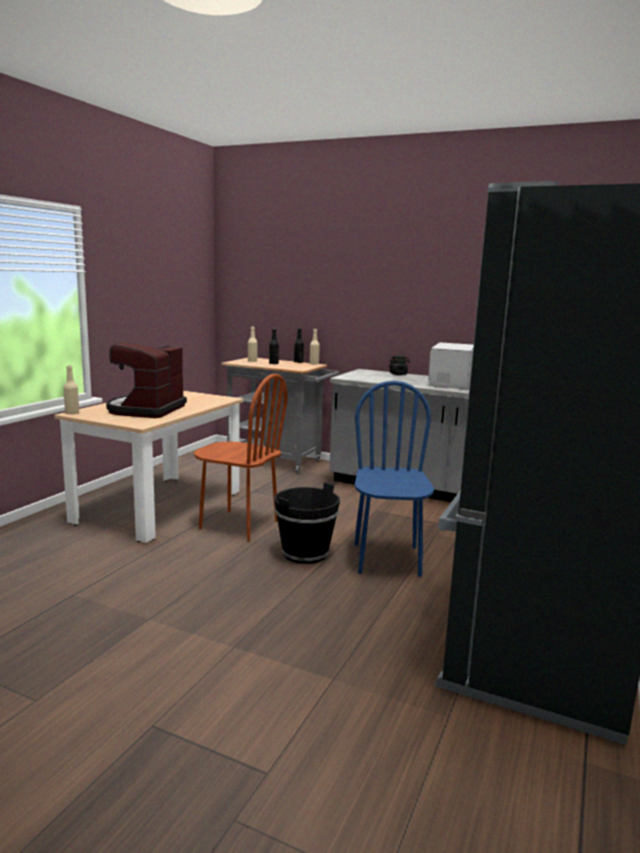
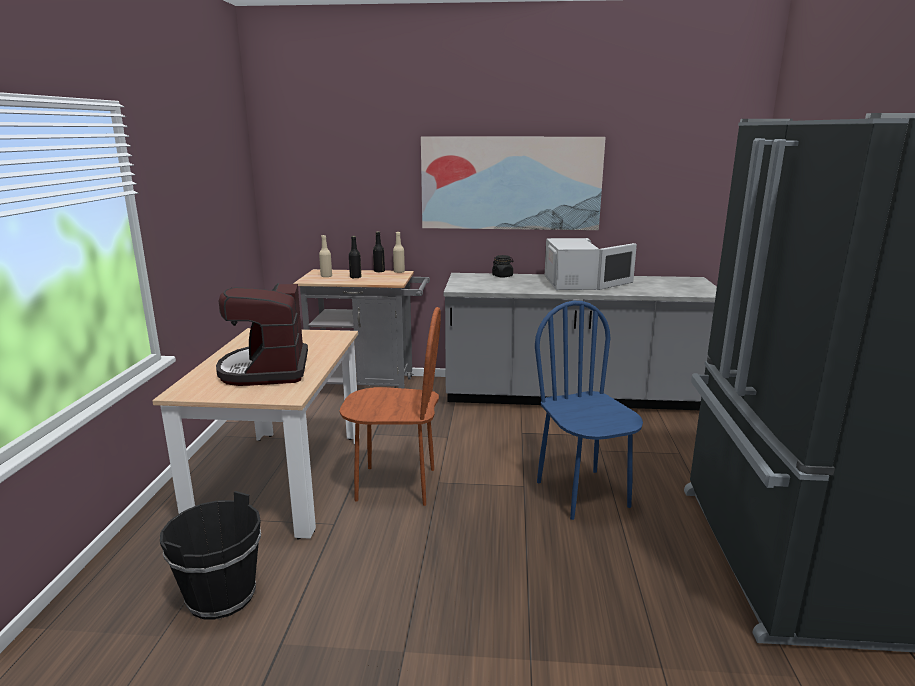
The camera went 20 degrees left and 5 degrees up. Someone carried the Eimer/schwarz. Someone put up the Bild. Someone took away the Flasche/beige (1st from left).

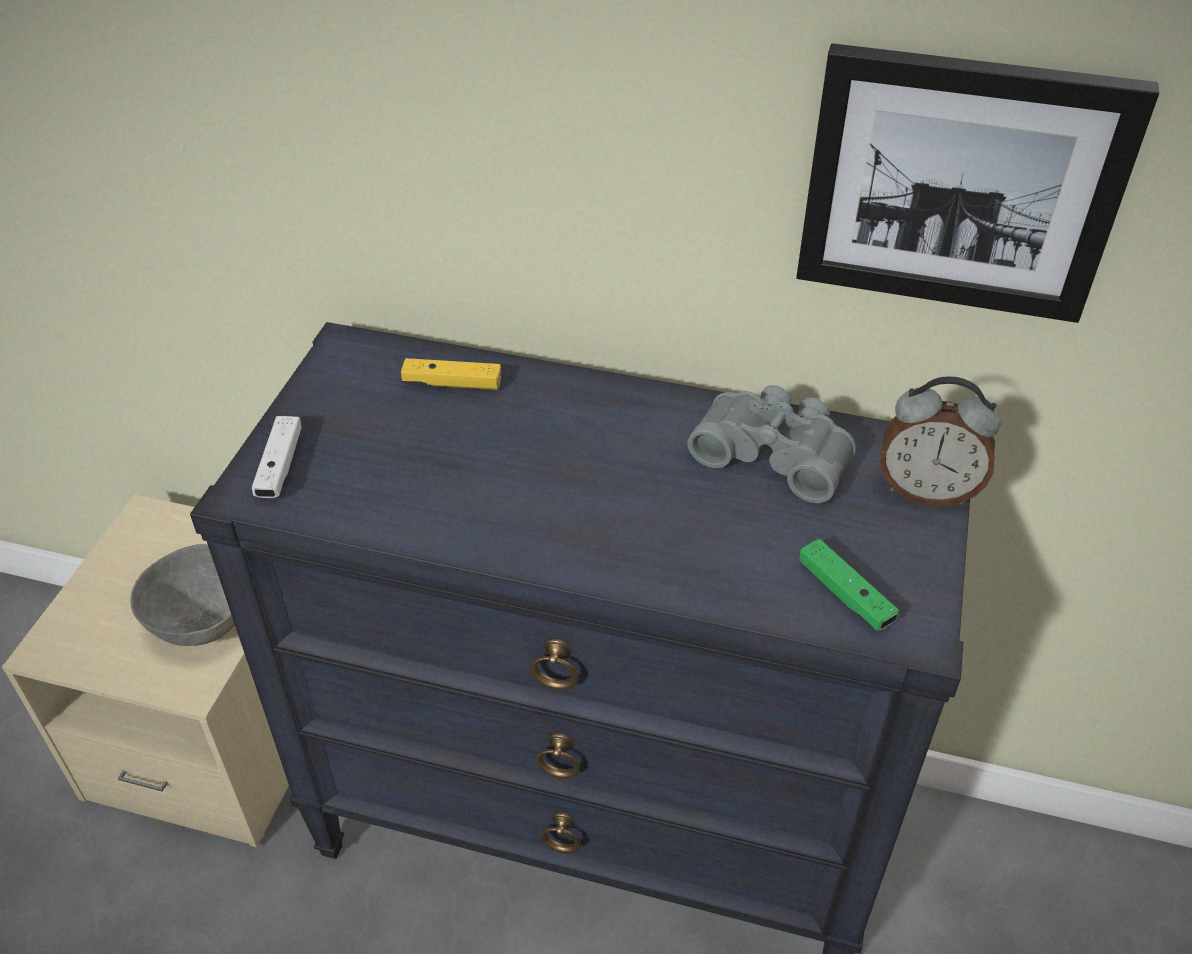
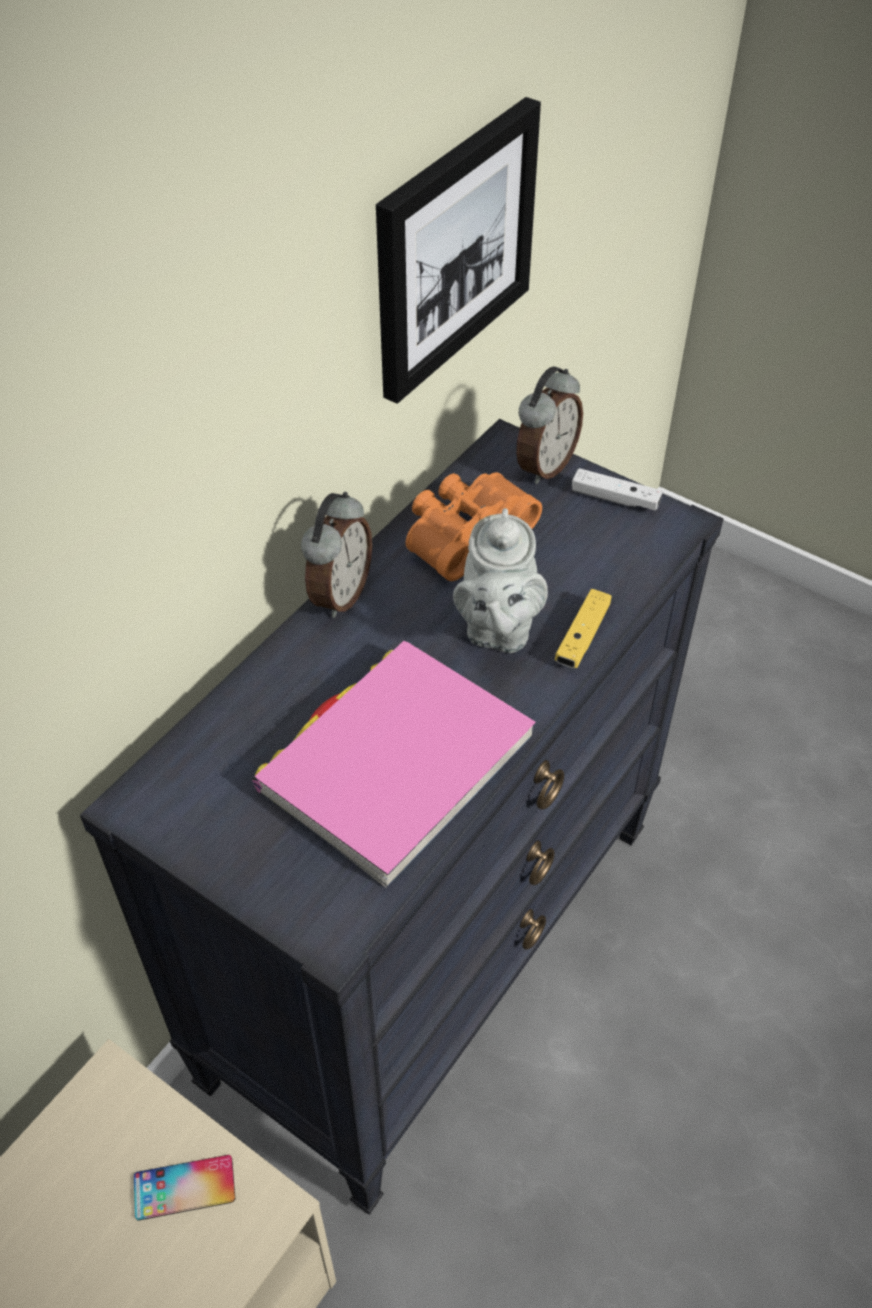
The camera went 70 degrees left and 5 degrees up. Someone swapped the Schüssel/grau for the Handy. Someone put down the Buch/rosa. Someone put down the Wecker (1st from left). Someone repainted the Fernglas/grau, which became the Fernglas/orange. Someone put down the Teekanne/grau. Someone carried the Gamepad/gelb. Someone carried the Gamepad/weiß. Someone took away the Gamepad/grün.

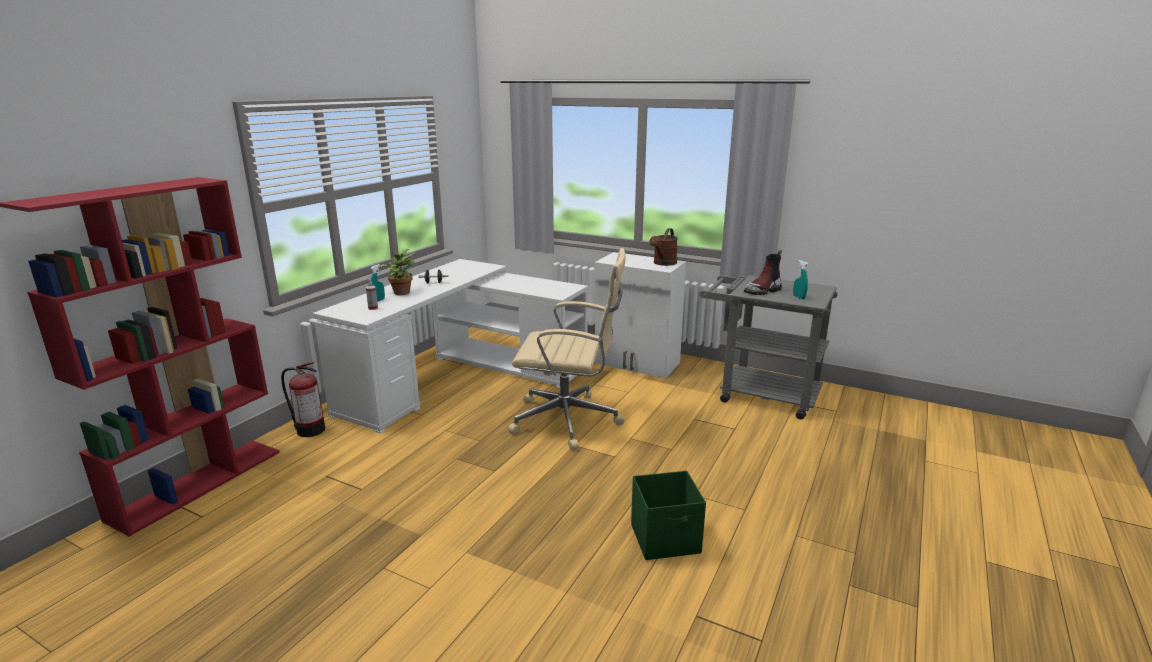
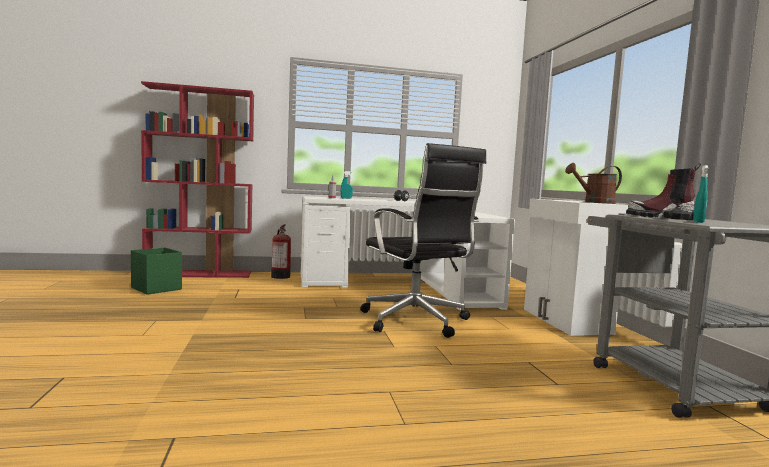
The camera went 50 degrees right and 15 degrees down. Someone carried the Aufbewahrungsbox/grün. Someone repainted the Bürostuhl/beige, which became the Bürostuhl/schwarz. Someone took away the Topfpflanze.

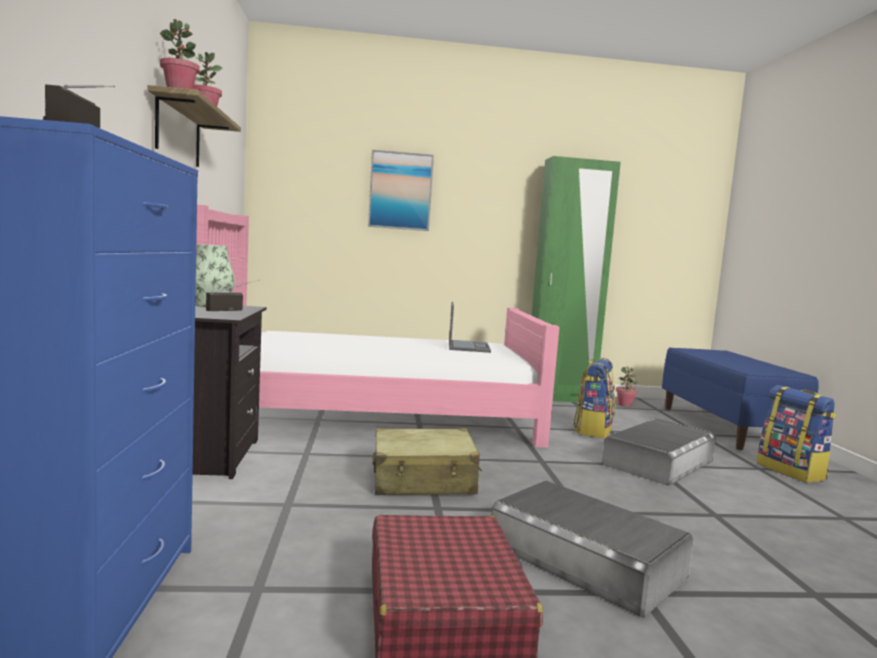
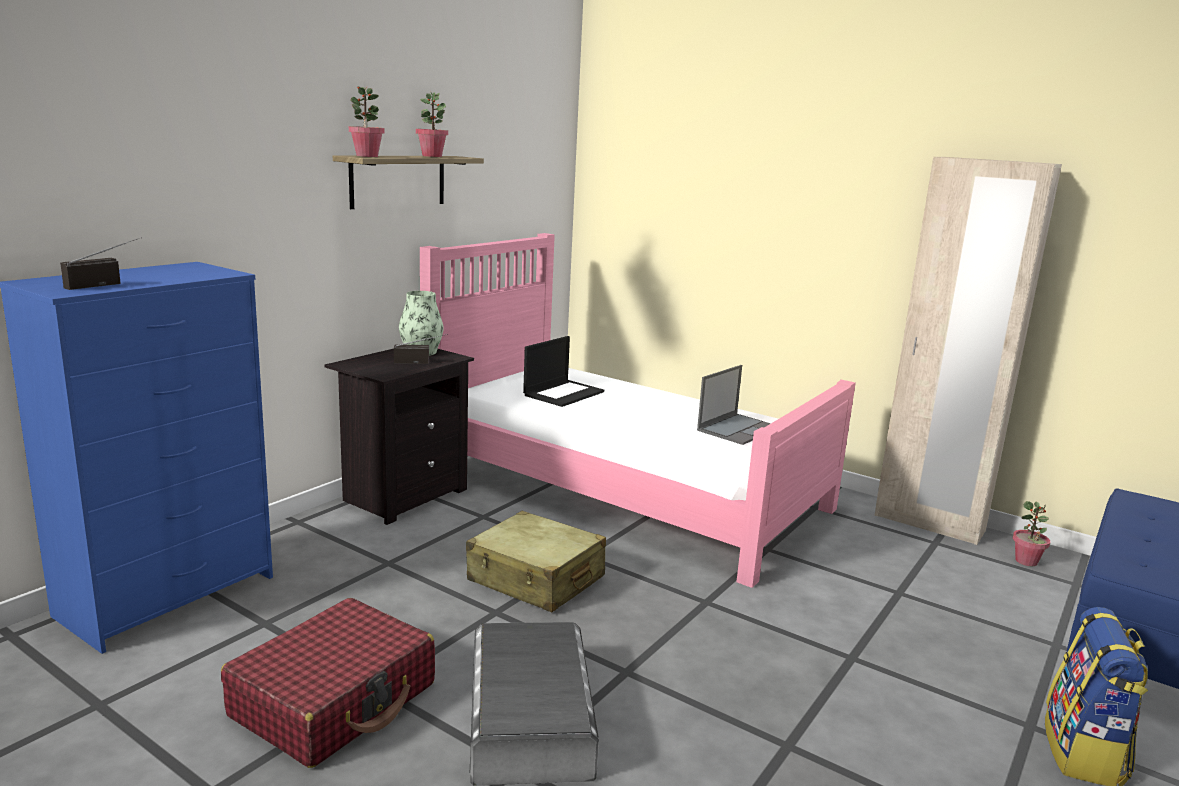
The camera went 40 degrees right and 10 degrees up. Someone put down the Laptop (1st from left). Someone repainted the Kleiderschrank/grün, which became the Kleiderschrank/beige. Someone took away the Bild. Someone took away the Rucksack (1st from left). Someone took away the Aufbewahrungsbox/grau (2nd from left).

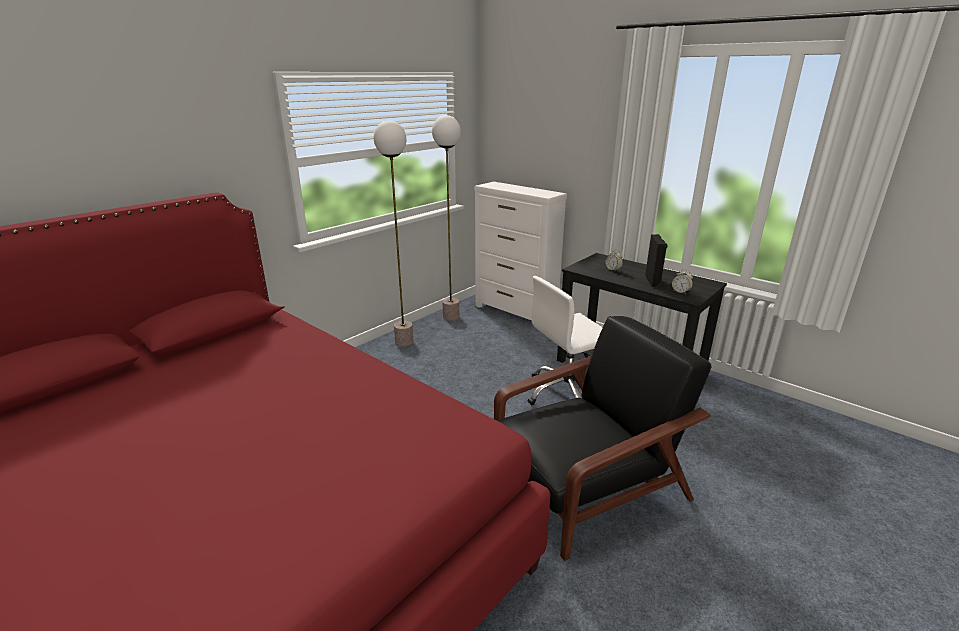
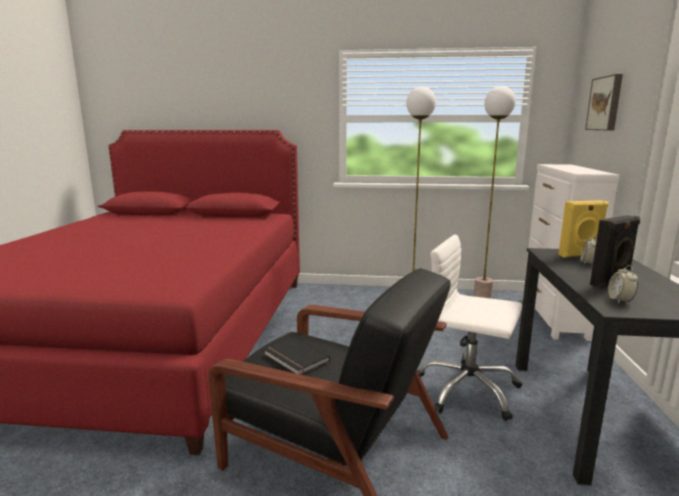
The camera went 55 degrees right and 10 degrees down. Someone put down the Buch/schwarz. Someone put down the Lautsprecher/gelb. Someone put up the Bild.

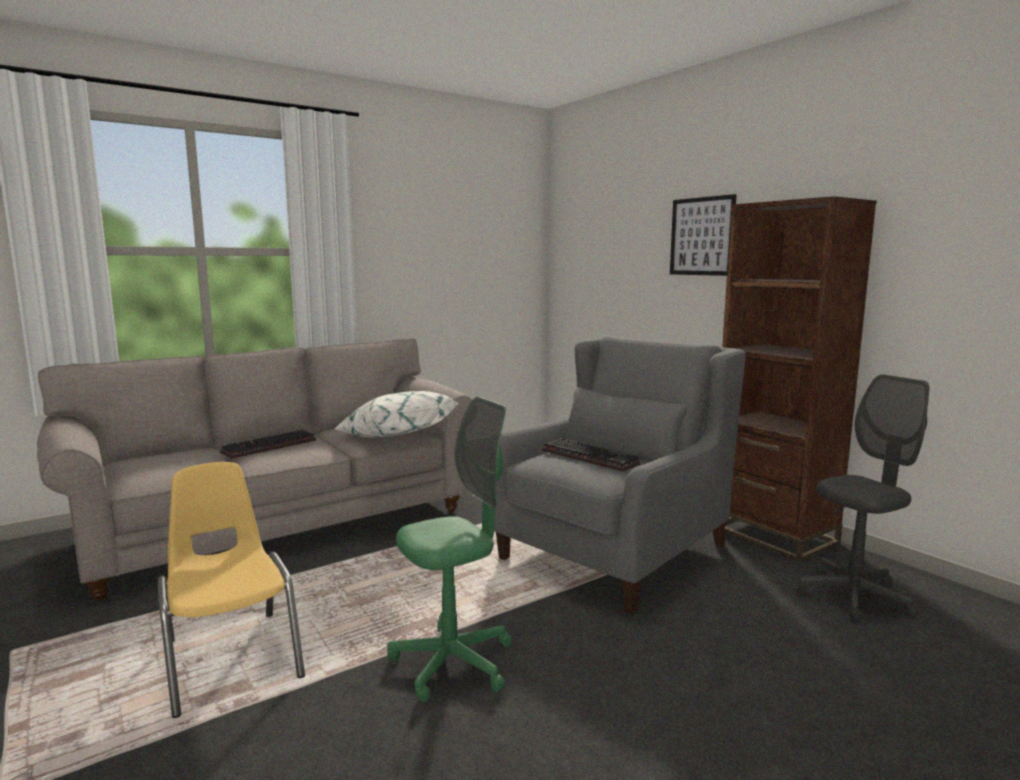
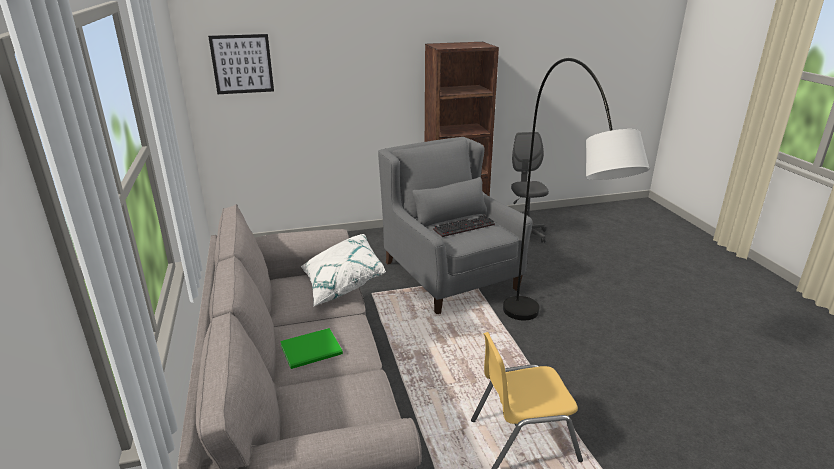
The camera went 70 degrees left and 15 degrees up. Someone carried the Bild. Someone swapped the Tastatur (1st from left) for the Buch/grün. Someone swapped the Bürostuhl/grün for the Stehlampe/grau.

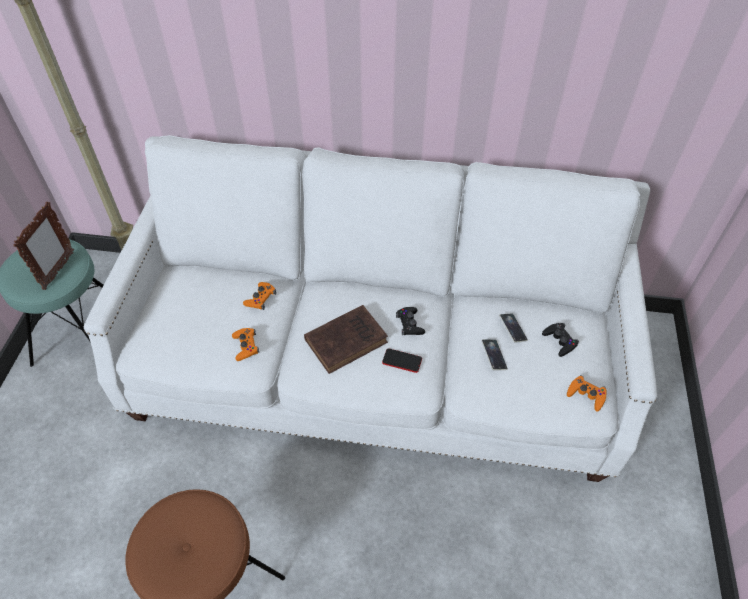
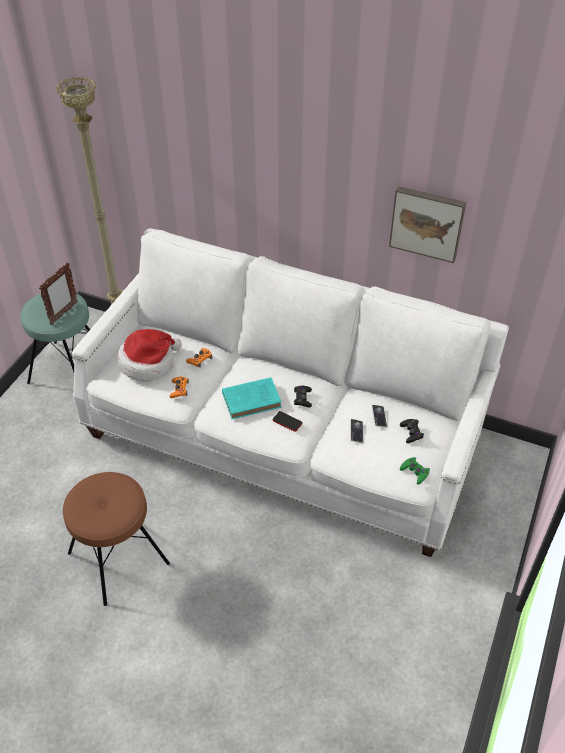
The camera went 15 degrees right and 5 degrees down. Someone put down the Hut. Someone repainted the Buch/braun, which became the Buch/türkis. Someone put up the Bild. Someone repainted the Gamepad/orange (3rd from left), which became the Gamepad/grün.

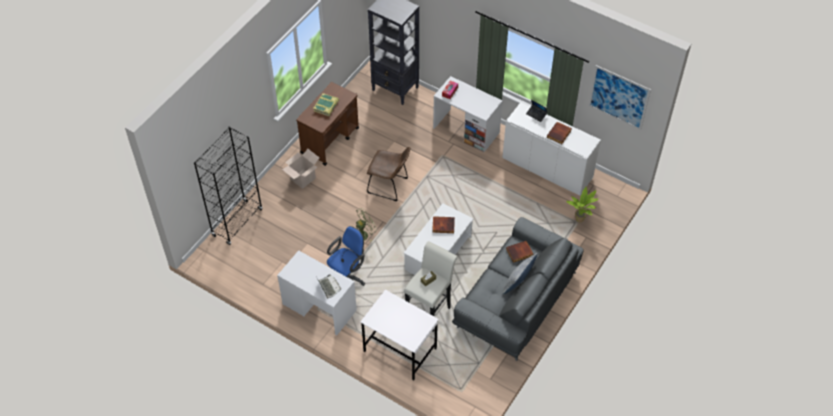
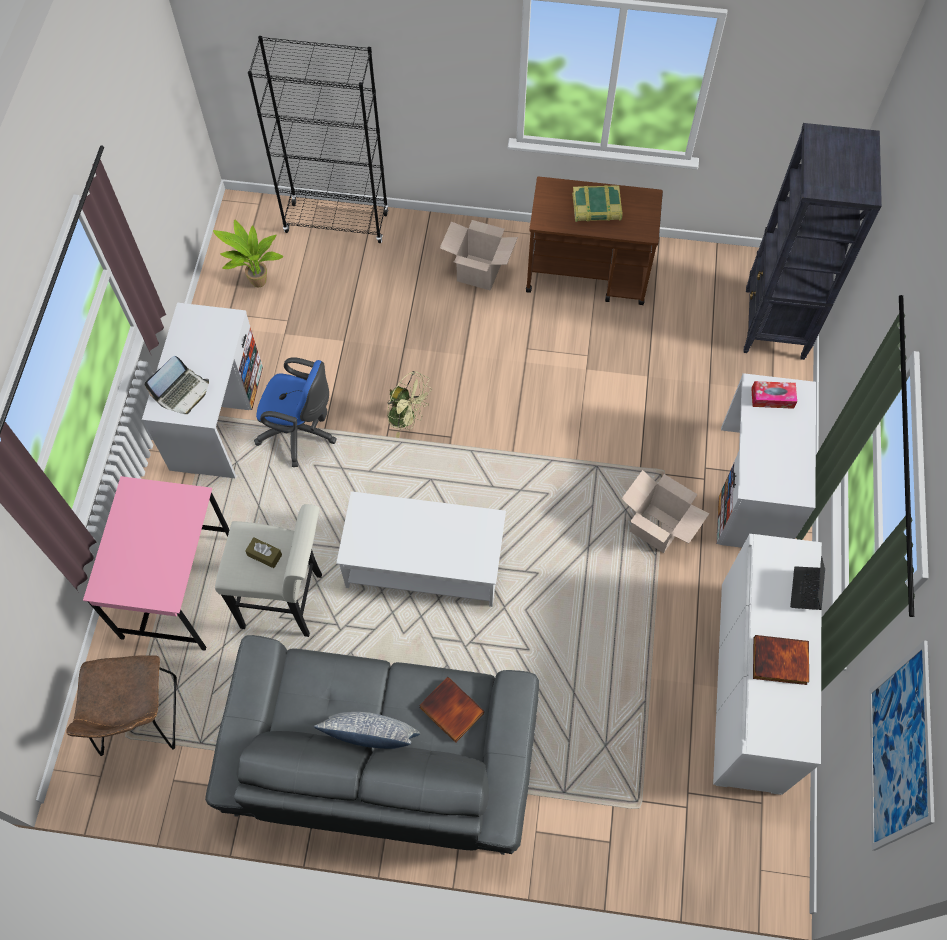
The camera went 65 degrees right and 10 degrees up. Someone carried the Stuhl/braun. Someone repainted the Schreibtisch/weiß (2nd from left), which became the Schreibtisch/rosa. Someone carried the Topfpflanze. Someone put down the Karton (2nd from left). Someone took away the Buch (2nd from left).

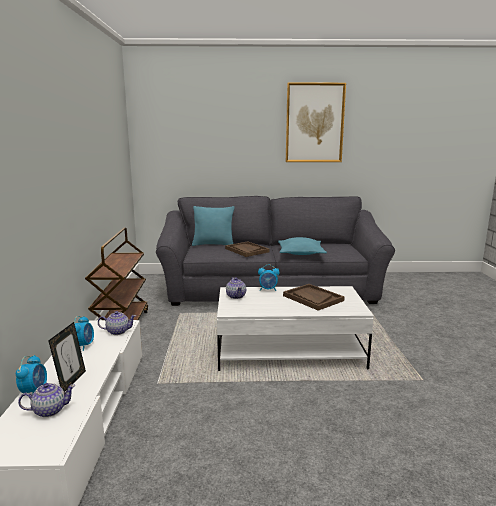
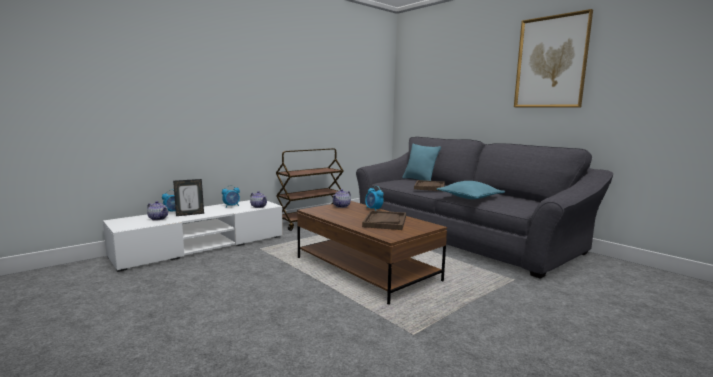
The camera went 50 degrees right and 5 degrees down. Someone repainted the Couchtisch/weiß, which became the Couchtisch/braun.

